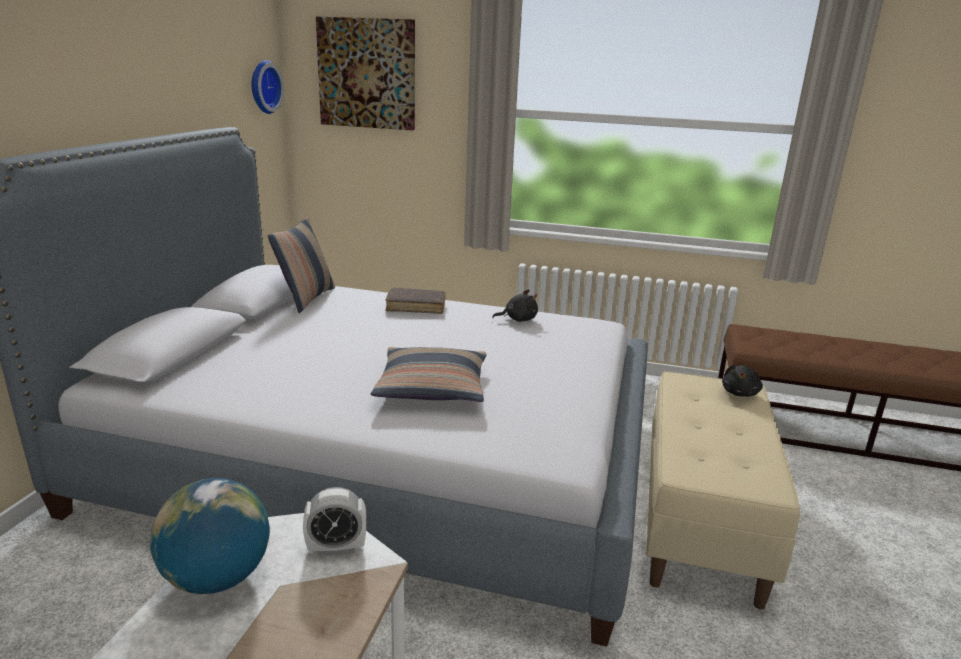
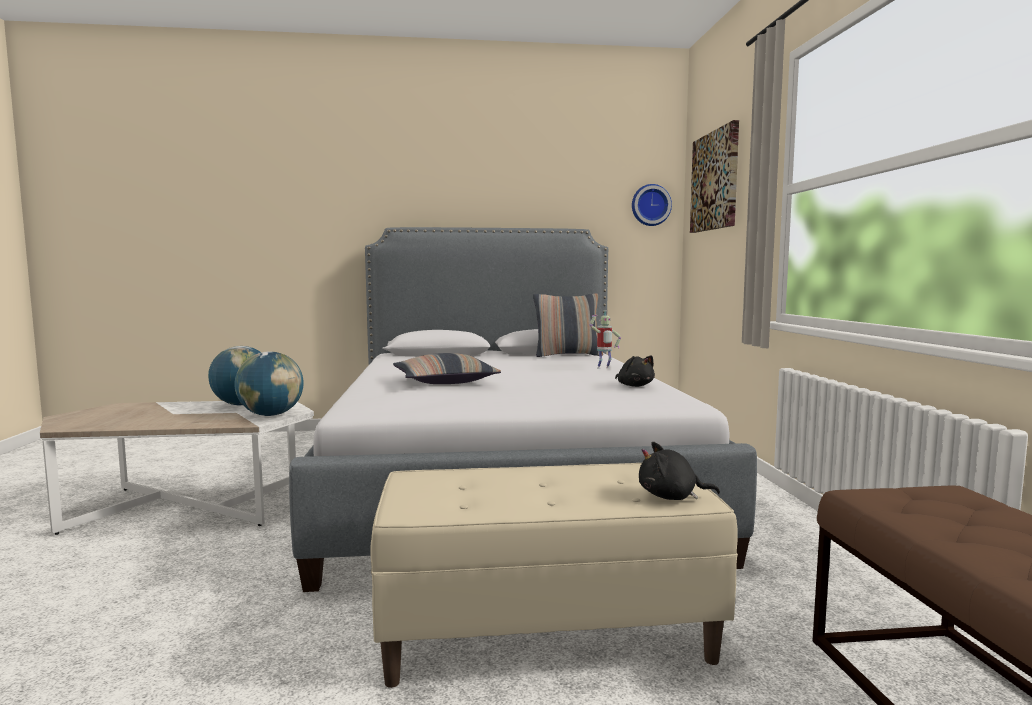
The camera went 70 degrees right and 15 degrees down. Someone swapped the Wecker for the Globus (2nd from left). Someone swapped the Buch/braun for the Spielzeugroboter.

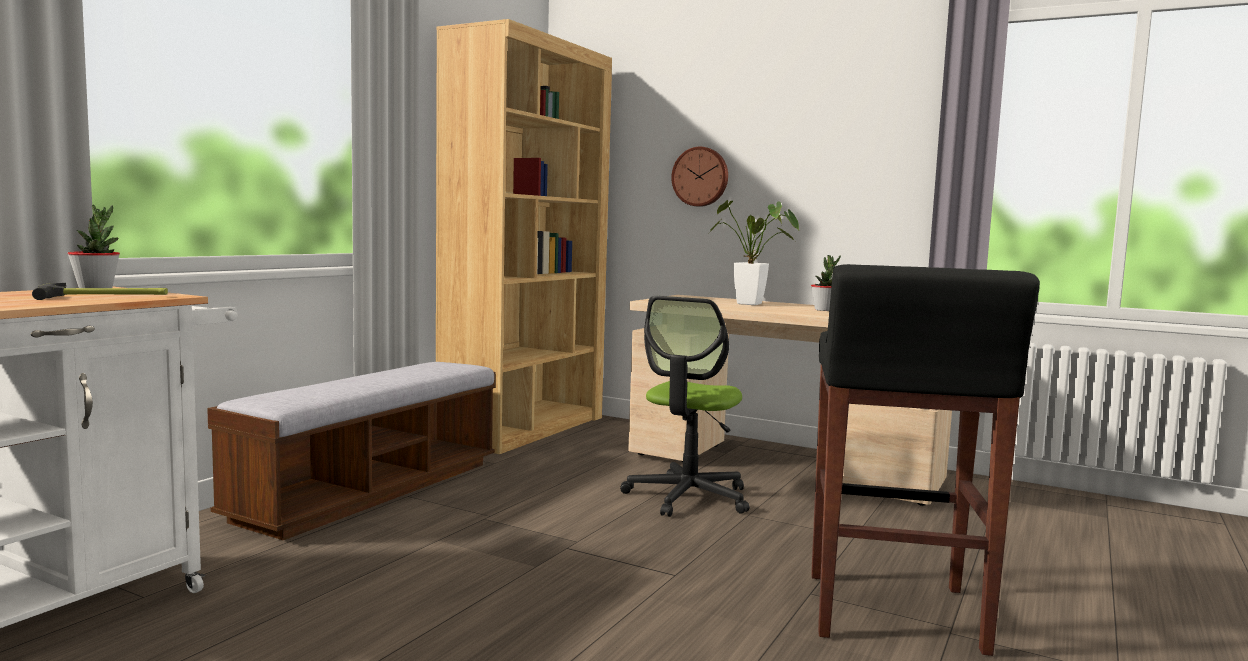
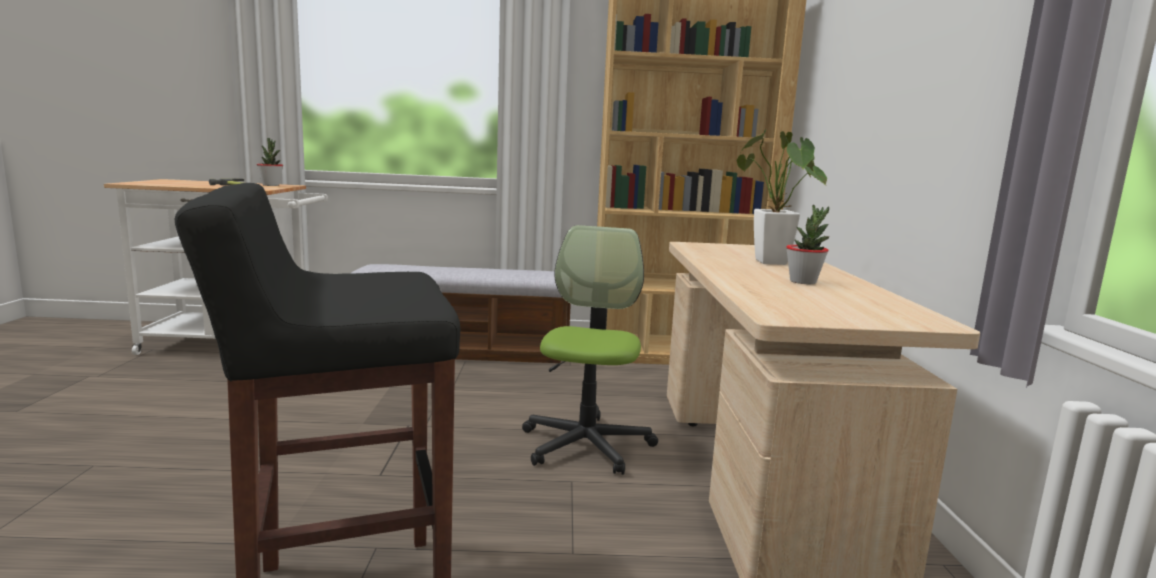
The camera went 60 degrees right and 5 degrees up. Someone rotated the Bürostuhl by 105 degrees clockwise. Someone took away the Wanduhr.

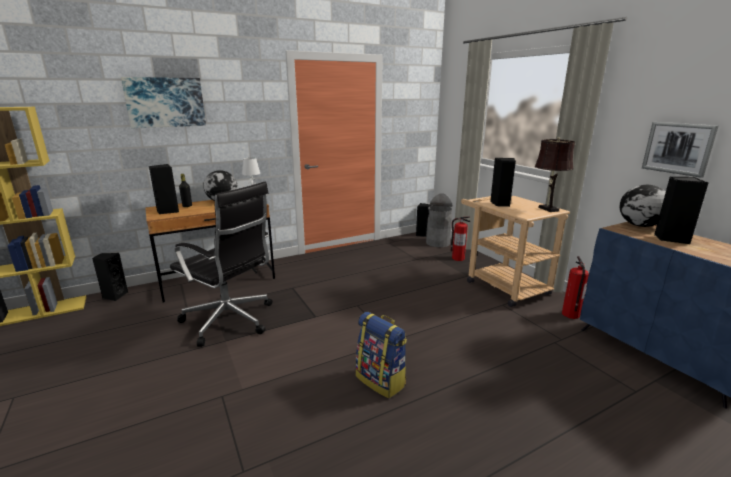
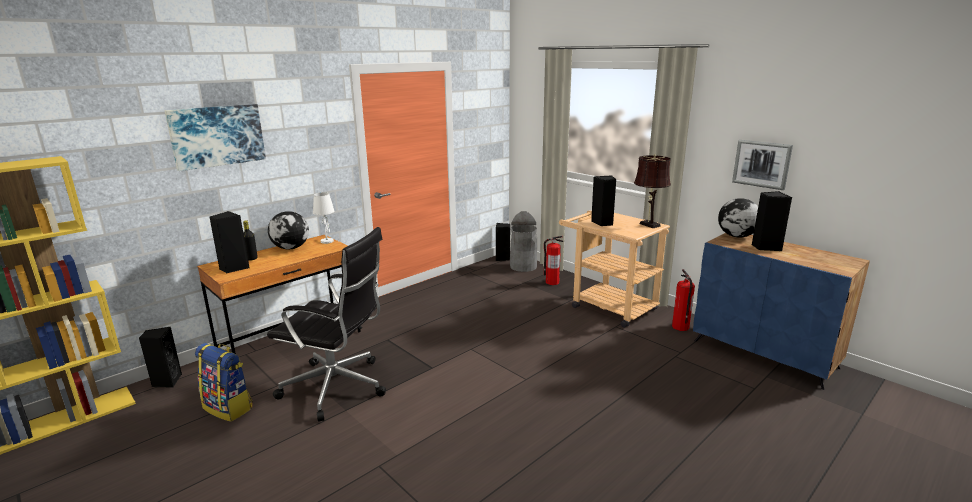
The camera went 15 degrees left and 0 degrees up. Someone carried the Rucksack.

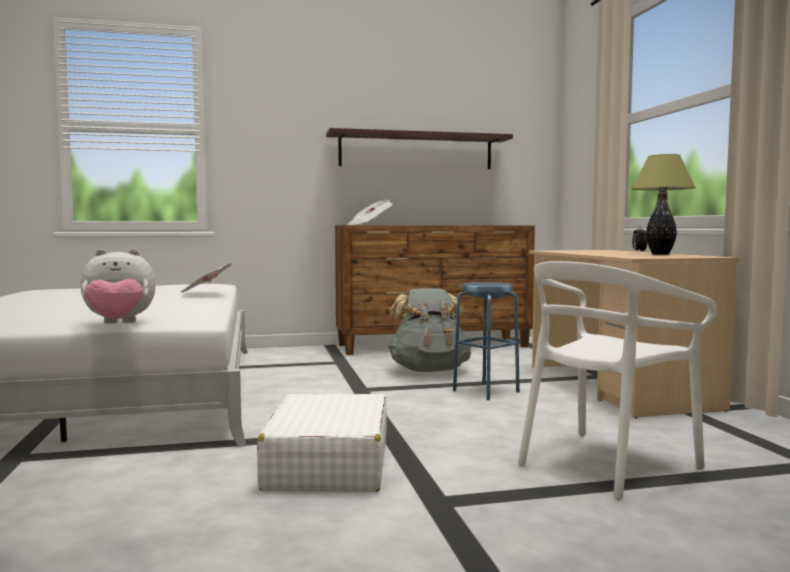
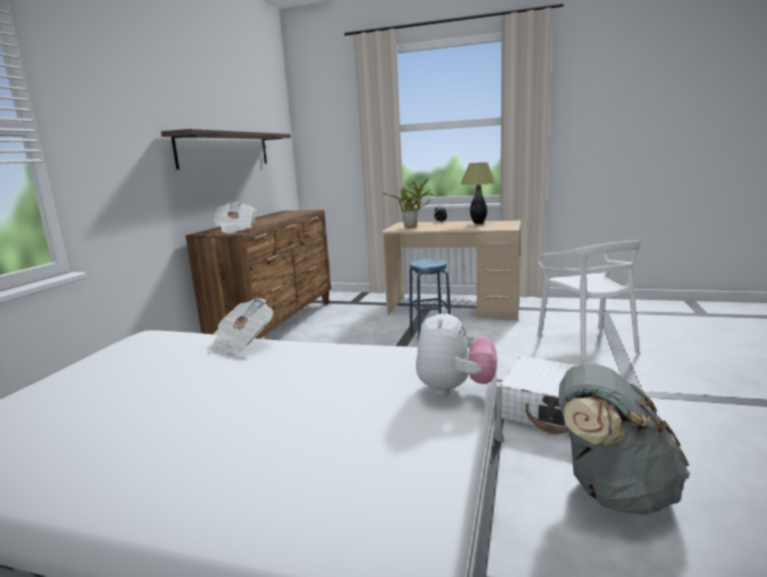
The camera went 60 degrees left and 10 degrees up. Someone put down the Topfpflanze. Someone carried the Rucksack/grau.

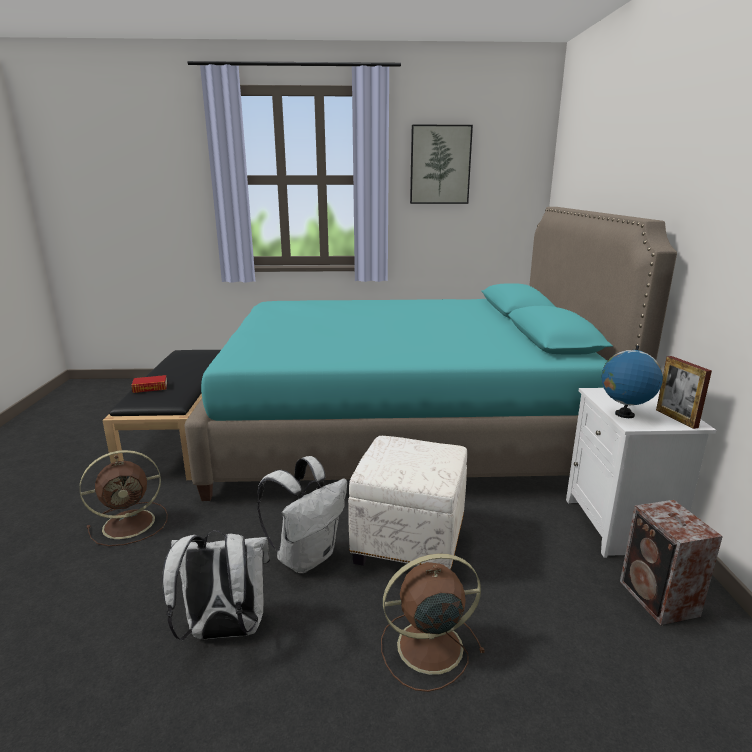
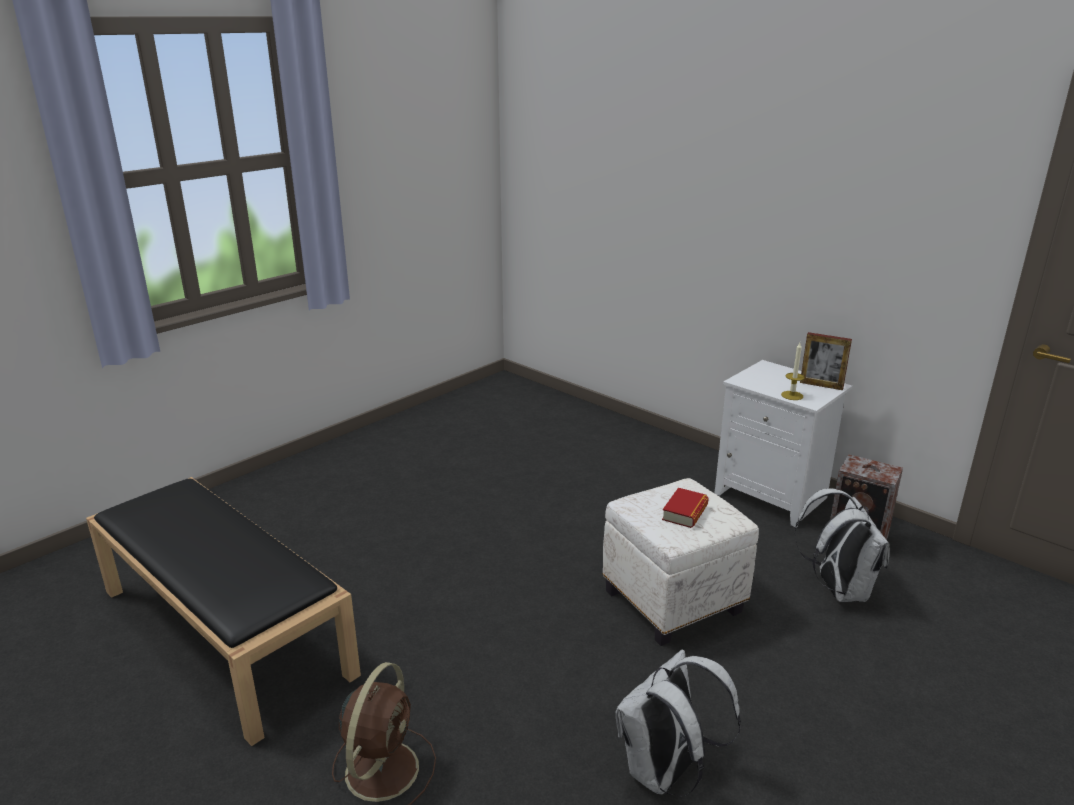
The camera went 45 degrees left and 5 degrees up. Someone carried the Buch. Someone swapped the Globus for the Kerze. Someone carried the Rucksack/weiß (2nd from left). Someone took away the Bett/türkis. Someone took away the Ventilator/braun (2nd from left). Someone took away the Bild.

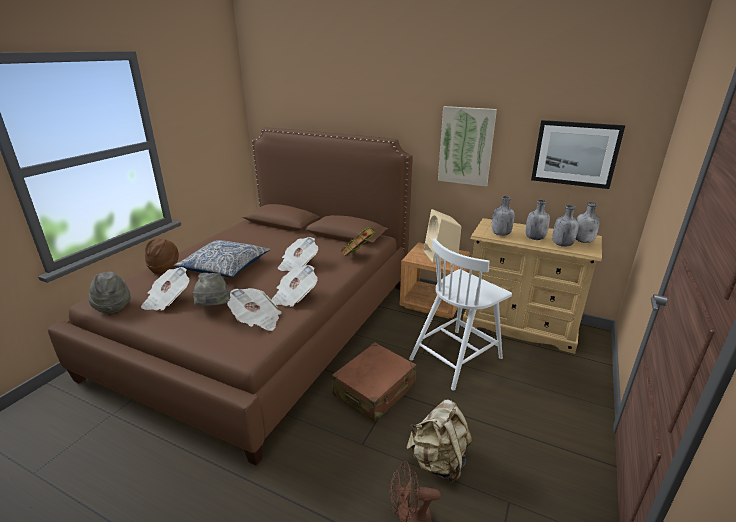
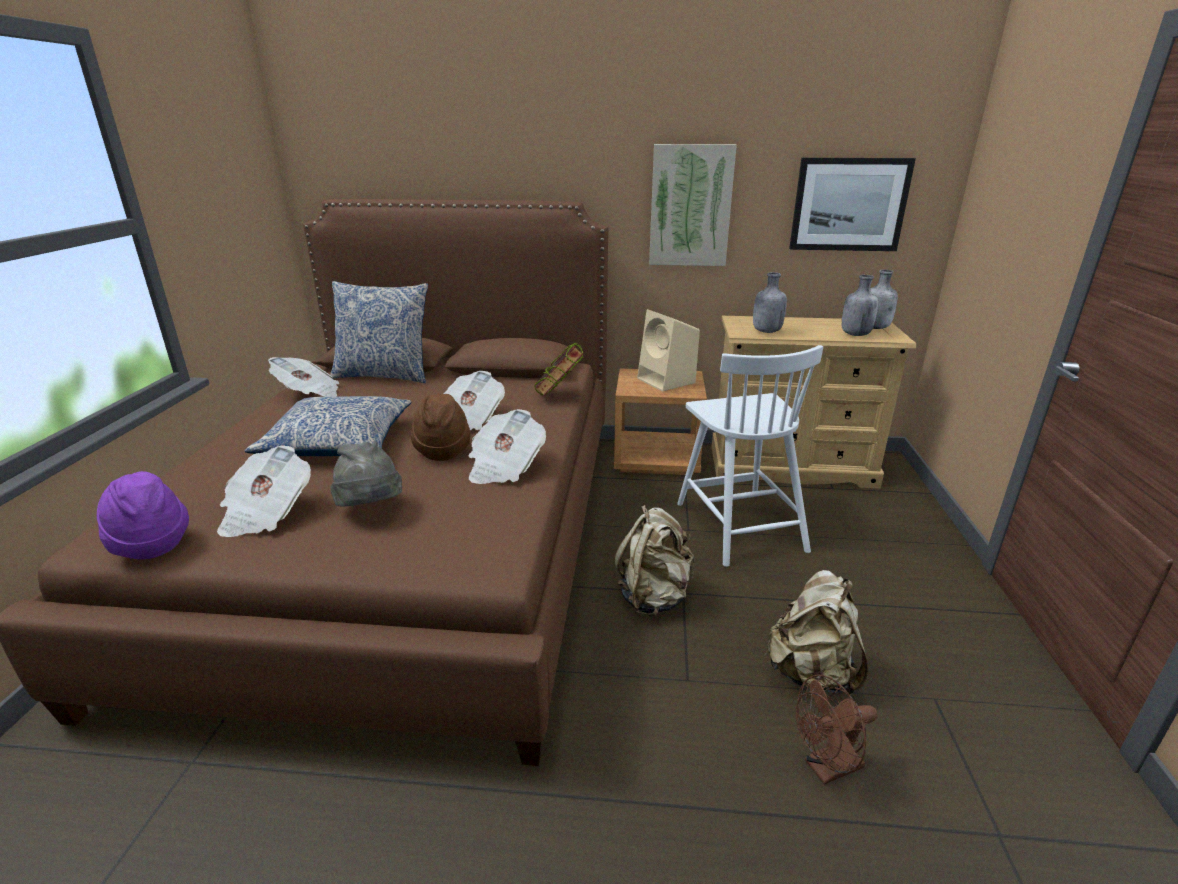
The camera went 20 degrees left and 0 degrees up. Someone repainted the Hut/grau (1st from left), which became the Hut/lila. Someone carried the Zeitung (2nd from left). Someone put down the Kissen (2nd from left). Someone carried the Hut/braun. Someone swapped the Koffer/braun for the Rucksack/beige (1st from left). Someone rotated the Stuhl/weiß by 45 degrees counterclockwise. Someone took away the Flasche/grau (2nd from left).

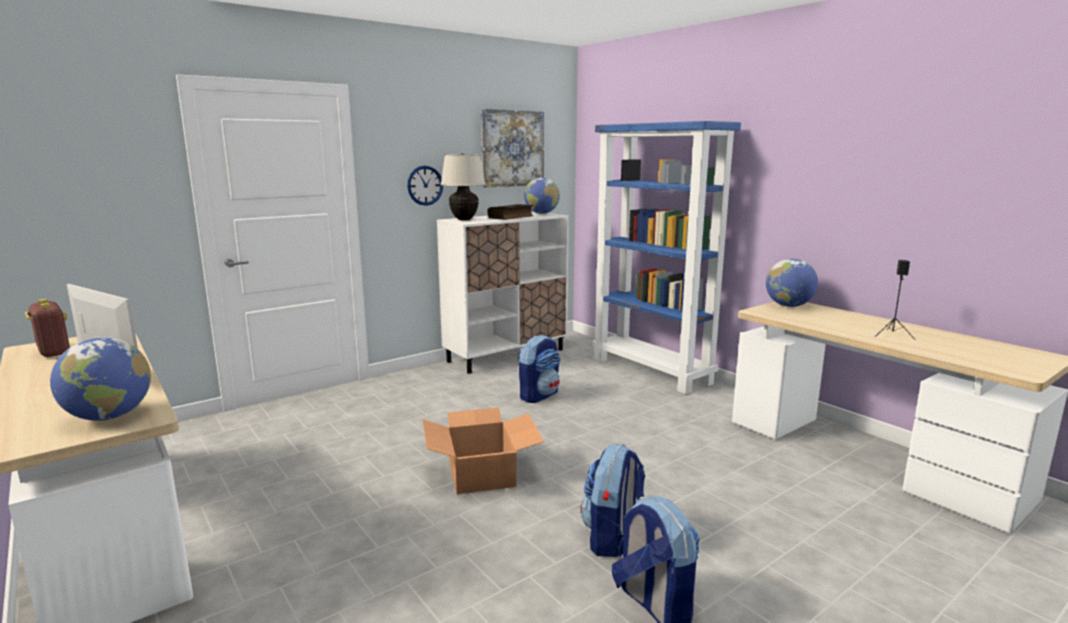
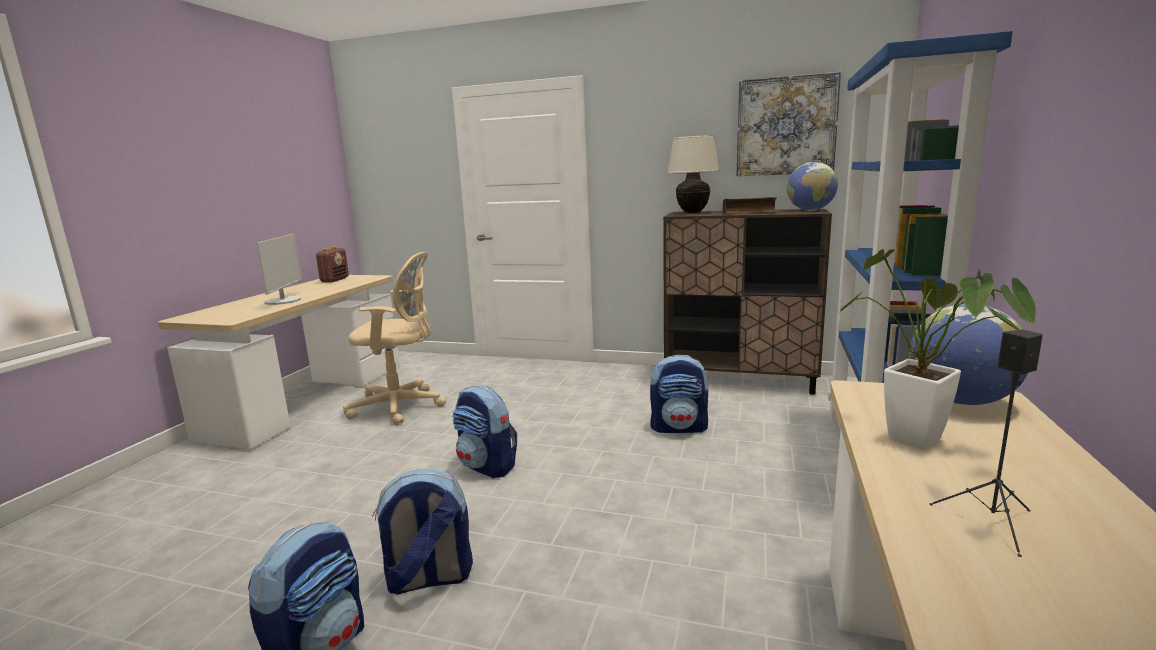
The camera went 55 degrees right and 0 degrees up. Someone put down the Bürostuhl/beige. Someone swapped the Karton for the Rucksack (3rd from left). Someone repainted the Schrank/weiß, which became the Schrank/braun. Someone put down the Topfpflanze. Someone took away the Globus (1st from left). Someone took away the Wanduhr.

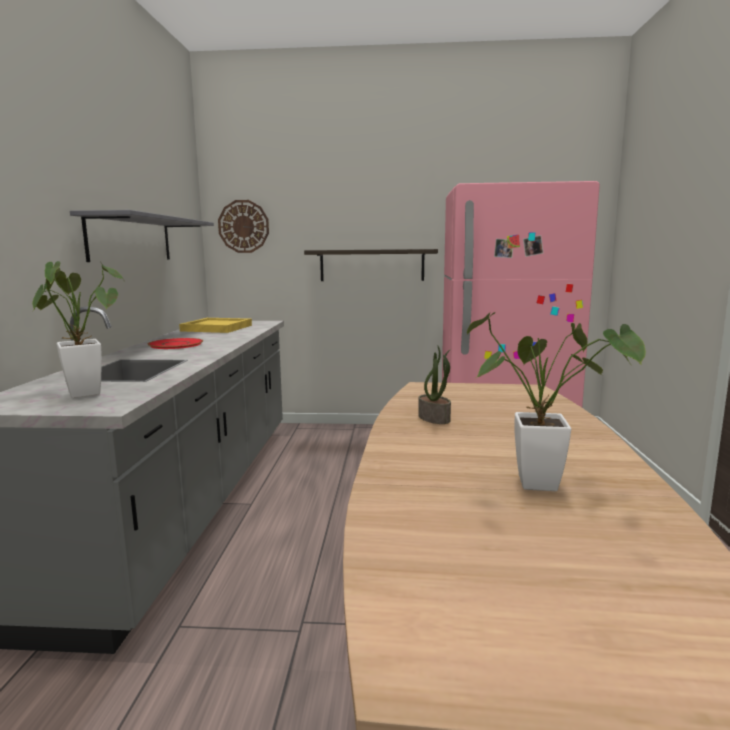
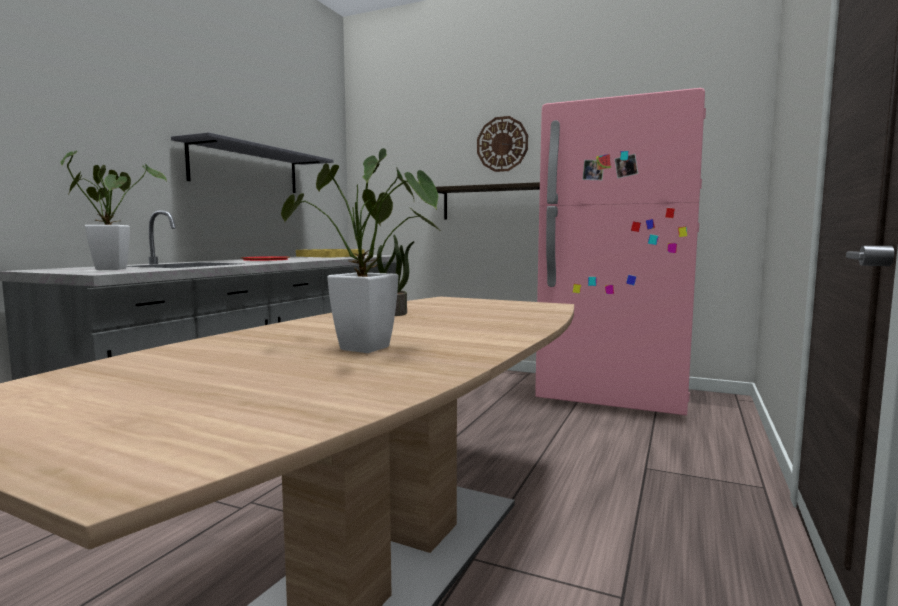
The camera went 20 degrees right and 5 degrees down. Someone carried the Wanduhr.

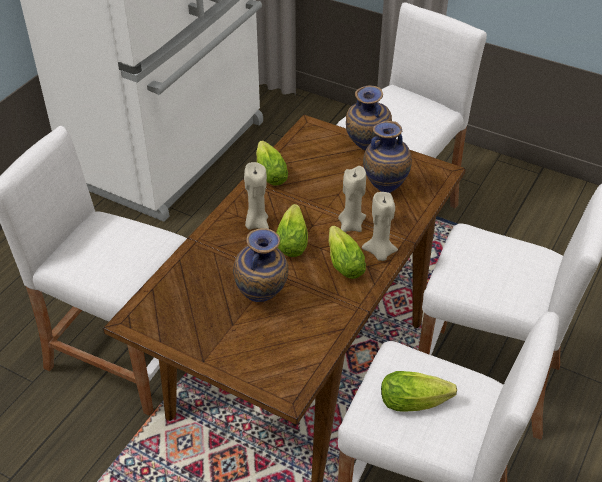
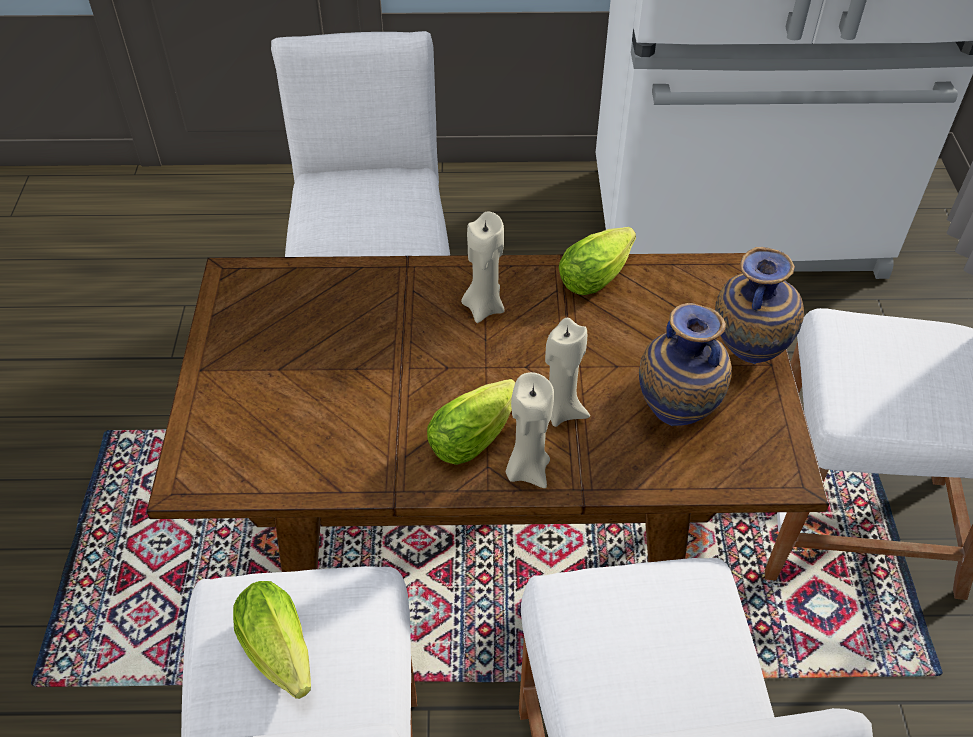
The camera went 60 degrees right and 5 degrees up. Someone took away the Vase (1st from left). Someone took away the Salatkopf (2nd from left).

